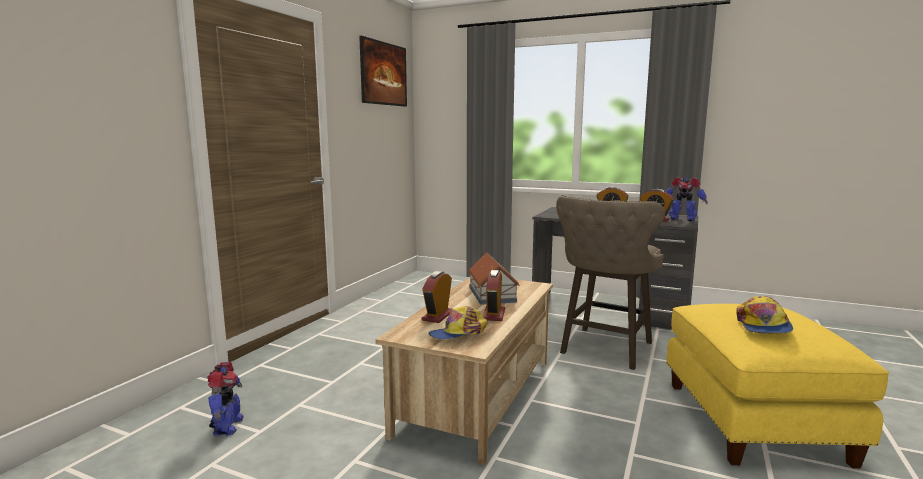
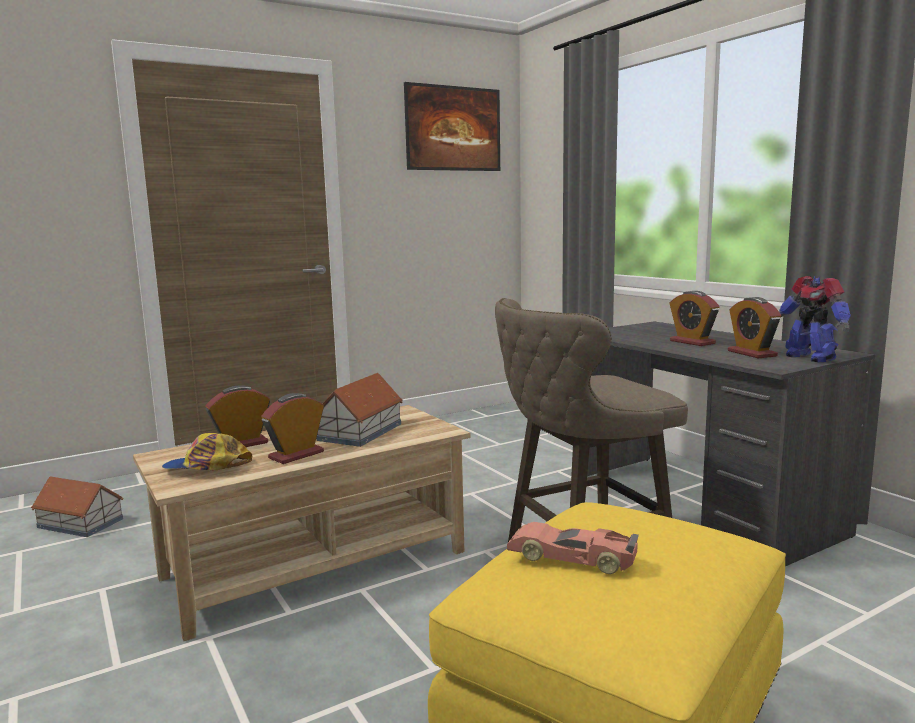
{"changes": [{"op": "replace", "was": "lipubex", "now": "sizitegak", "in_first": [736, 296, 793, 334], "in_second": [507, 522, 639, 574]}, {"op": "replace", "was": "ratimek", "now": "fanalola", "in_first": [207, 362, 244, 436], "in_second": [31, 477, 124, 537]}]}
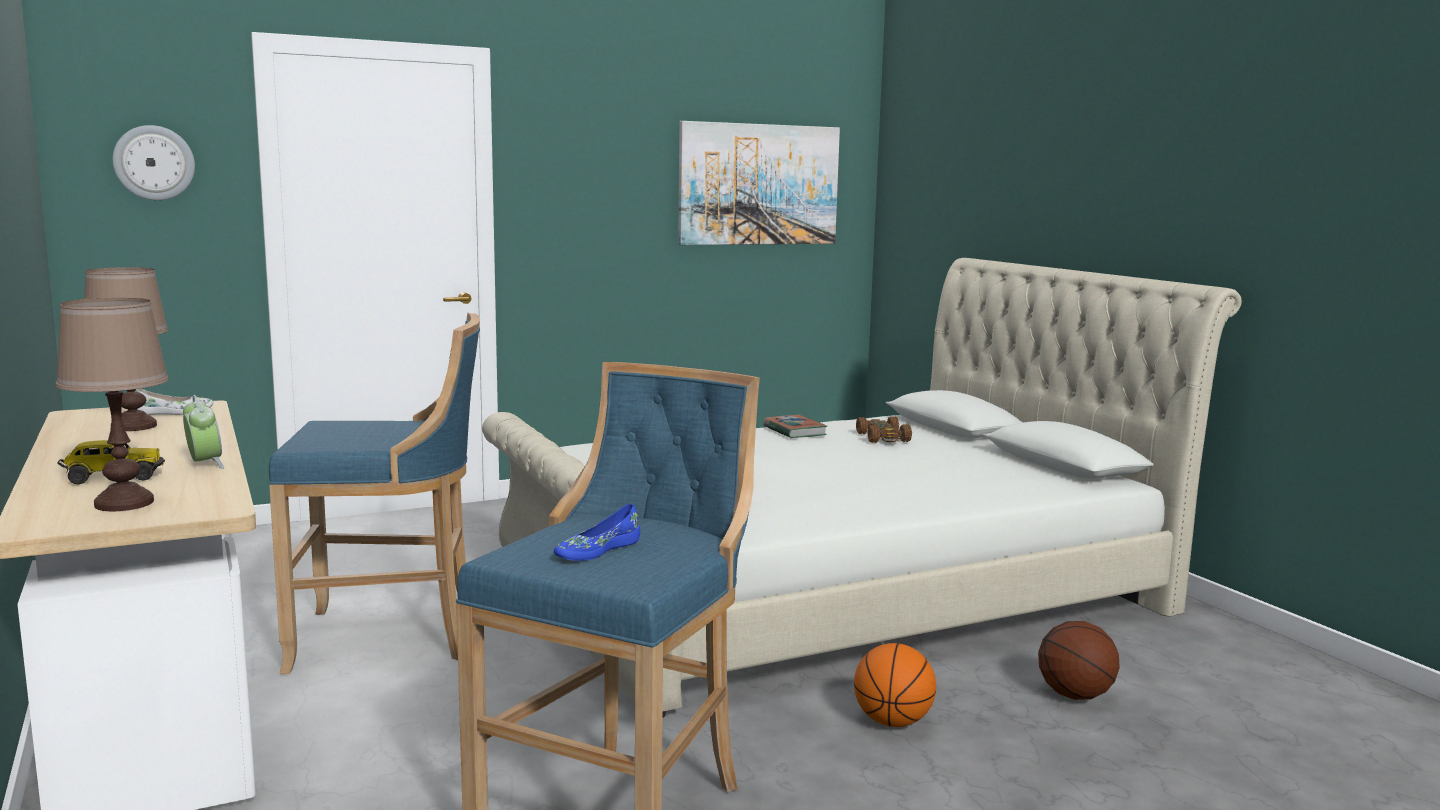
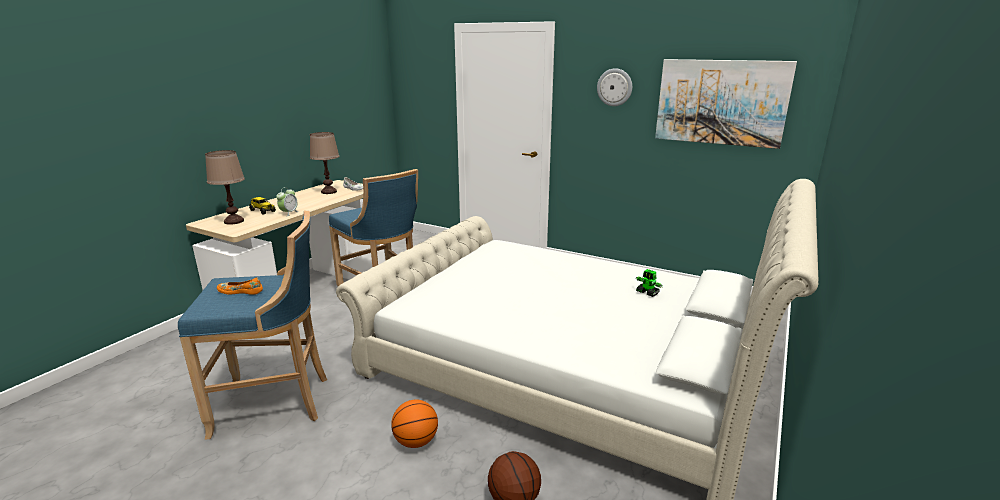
{"changes": [{"op": "move", "was": "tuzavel", "in_first": [113, 125, 195, 200], "in_second": [597, 68, 632, 106]}, {"op": "delete", "was": "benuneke", "in_first": [763, 415, 827, 438]}, {"op": "replace", "was": "sizitegak (brown)", "now": "ratimek", "in_first": [856, 416, 912, 443], "in_second": [636, 269, 662, 297]}, {"op": "recolor", "was": "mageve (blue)", "now": "mageve (orange)", "in_first": [554, 504, 640, 561], "in_second": [217, 277, 263, 295]}]}
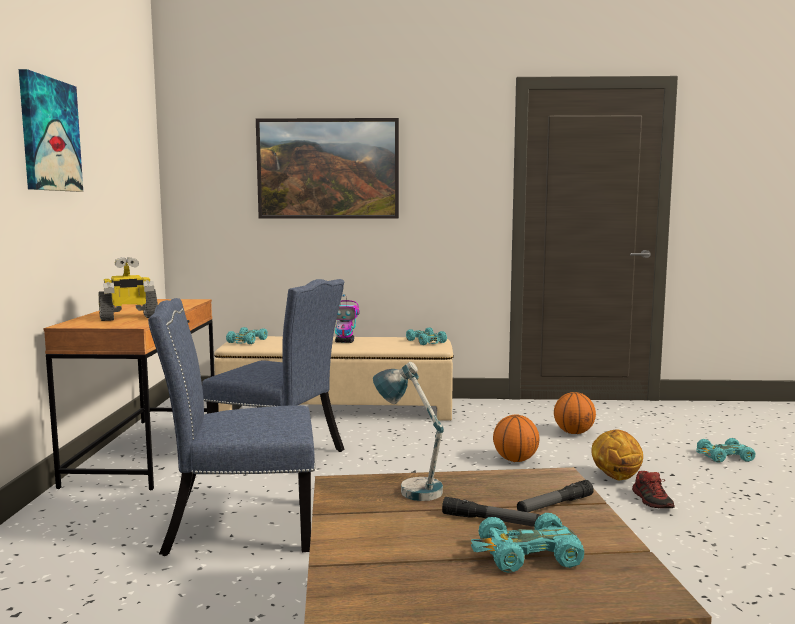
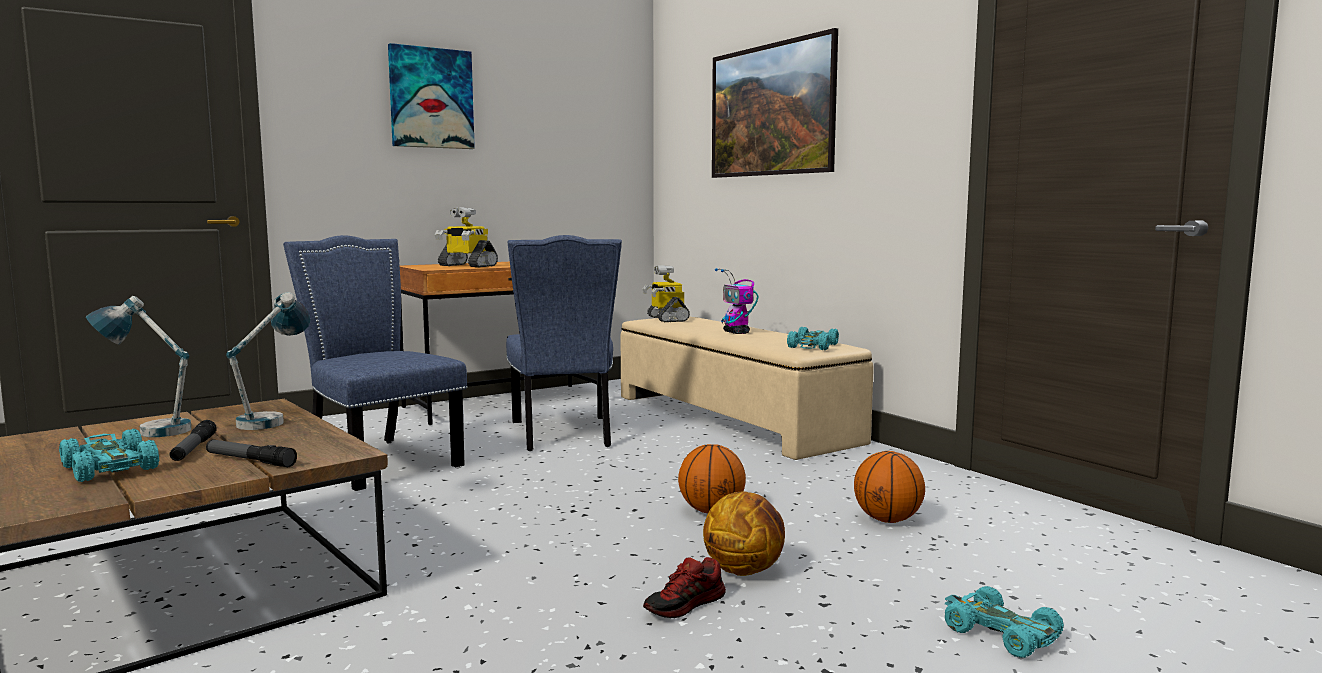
{"changes": [{"op": "replace", "was": "sizitegak (turquoise)", "now": "ratimek", "in_first": [226, 327, 268, 344], "in_second": [643, 265, 690, 322]}, {"op": "insert", "now": "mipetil", "in_second": [86, 296, 191, 437]}]}
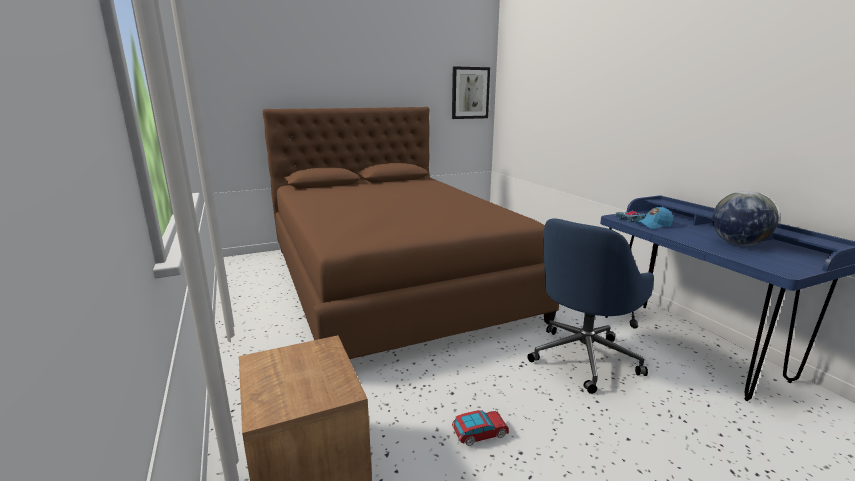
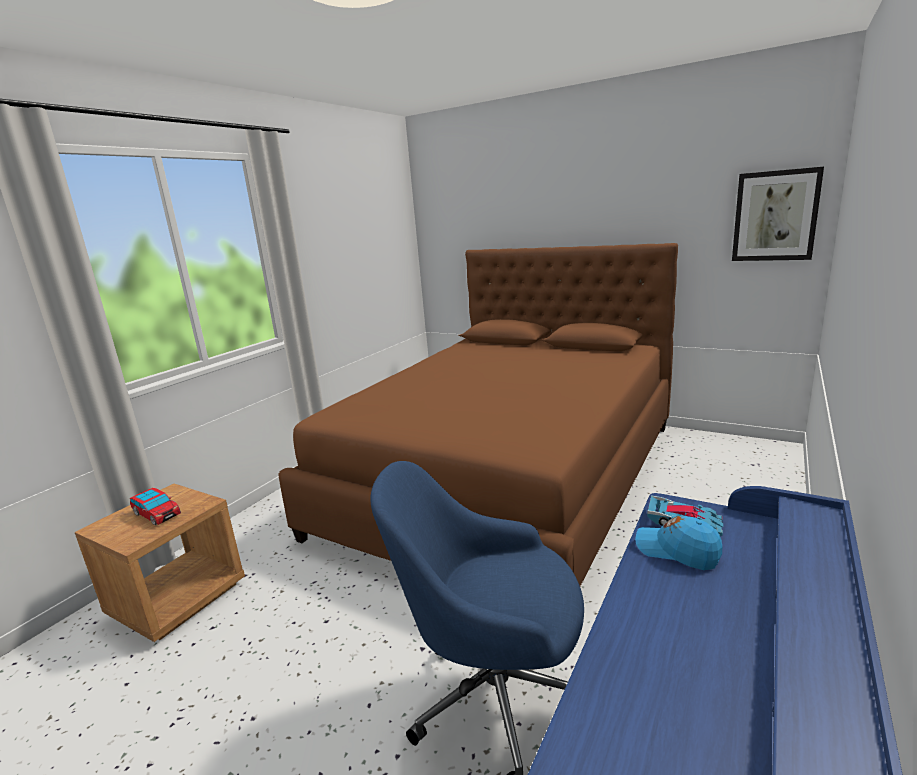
{"changes": [{"op": "delete", "was": "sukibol", "in_first": [712, 191, 779, 246]}, {"op": "move", "was": "sizitegak", "in_first": [452, 410, 509, 446], "in_second": [130, 488, 181, 525]}]}
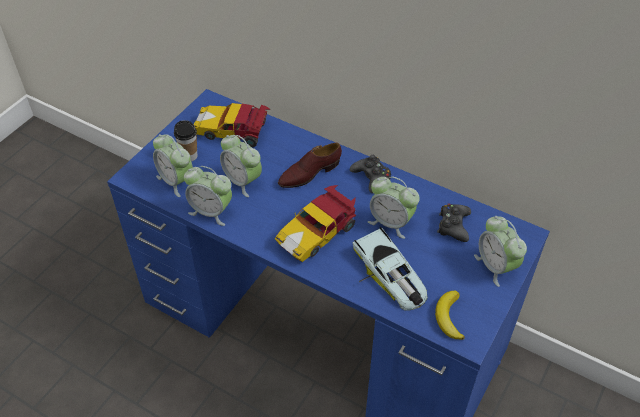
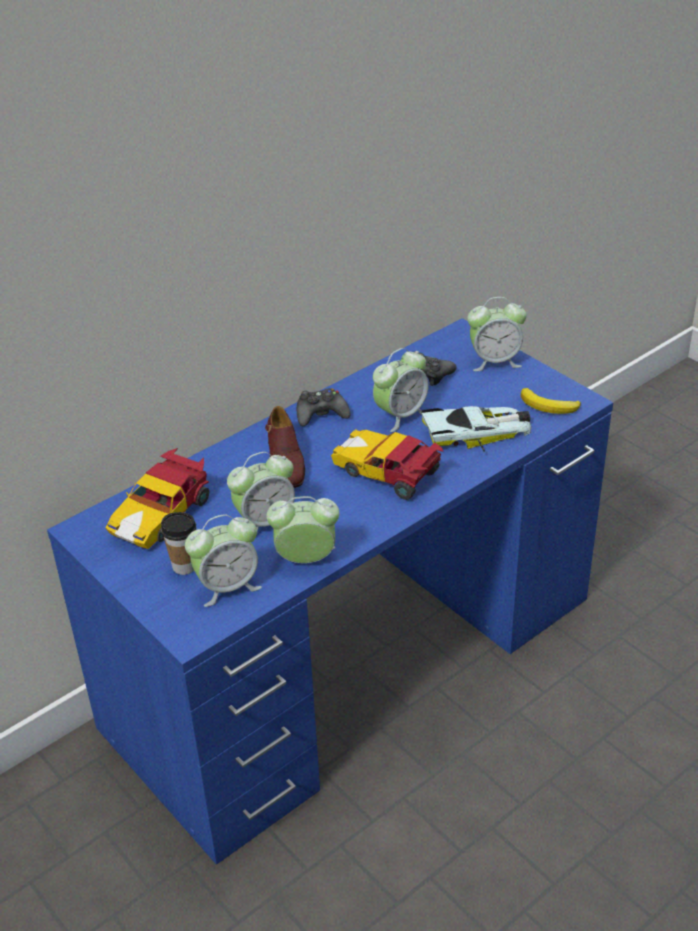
{"changes": [{"op": "rotate", "was": "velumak", "in_first": [184, 166, 232, 226], "in_second": [266, 496, 339, 563], "clockwise": -135}, {"op": "rotate", "was": "sizitegak", "in_first": [275, 185, 356, 262], "in_second": [331, 429, 444, 500], "clockwise": 150}]}
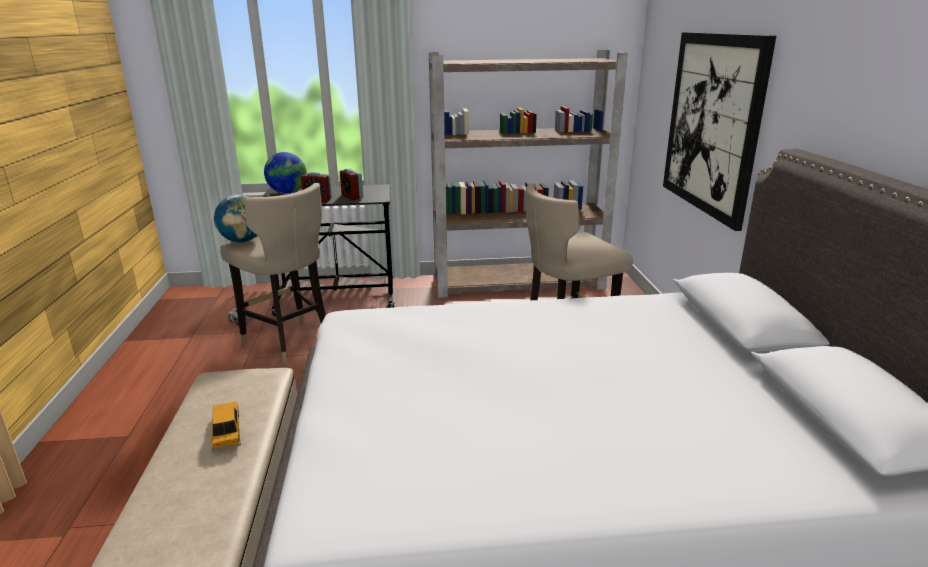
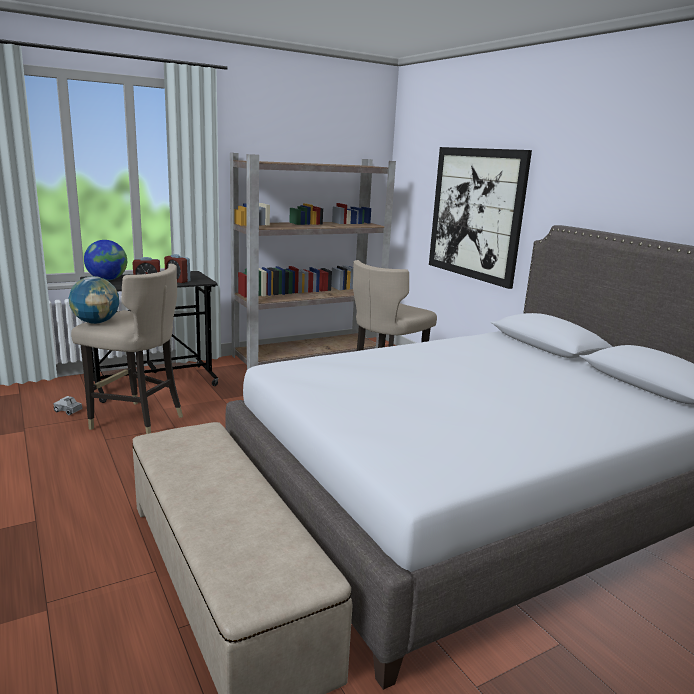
{"changes": [{"op": "delete", "was": "sizitegak", "in_first": [212, 402, 241, 451]}]}
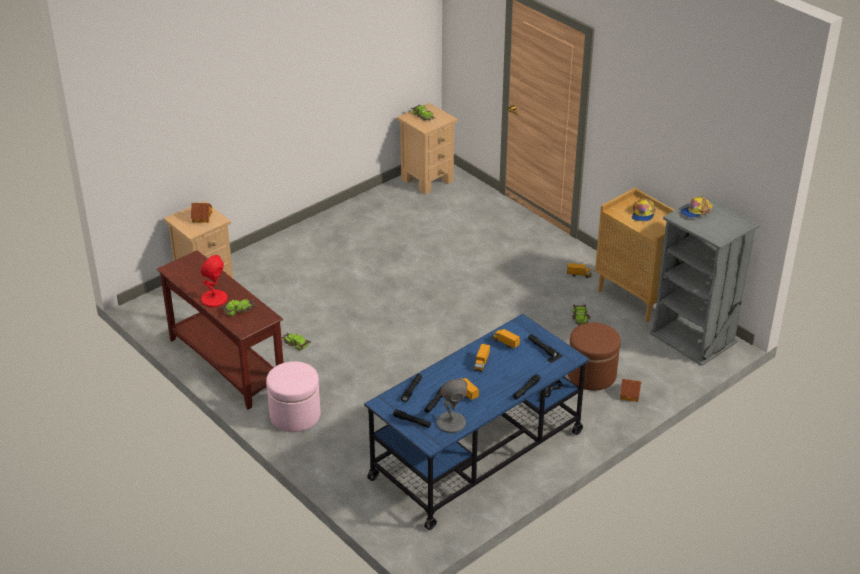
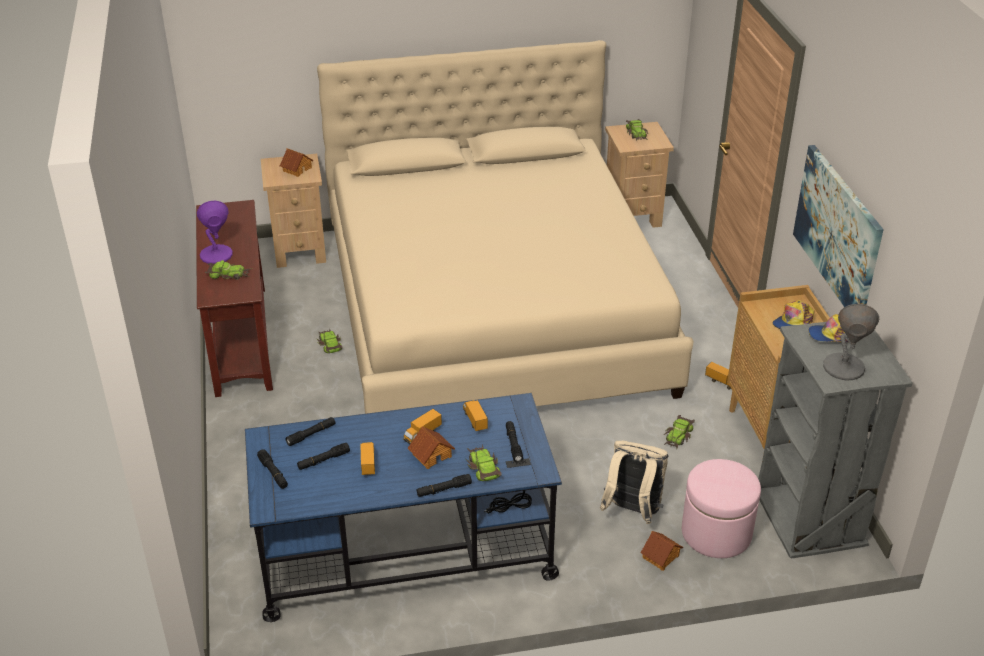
{"changes": [{"op": "recolor", "was": "mipetil (red)", "now": "mipetil (purple)", "in_first": [201, 255, 228, 307], "in_second": [197, 201, 233, 264]}, {"op": "replace", "was": "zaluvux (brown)", "now": "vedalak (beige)", "in_first": [568, 323, 621, 391], "in_second": [600, 441, 668, 524]}, {"op": "move", "was": "zaluvux (pink)", "in_first": [266, 361, 321, 432], "in_second": [682, 459, 761, 558]}, {"op": "move", "was": "mipetil (grey)", "in_first": [436, 379, 467, 433], "in_second": [823, 304, 879, 380]}, {"op": "insert", "now": "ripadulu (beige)", "in_second": [317, 40, 693, 414]}, {"op": "insert", "now": "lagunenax", "in_second": [793, 145, 884, 307]}, {"op": "insert", "now": "fanalola", "in_second": [408, 426, 455, 469]}, {"op": "insert", "now": "sizitegak", "in_second": [466, 444, 502, 481]}]}
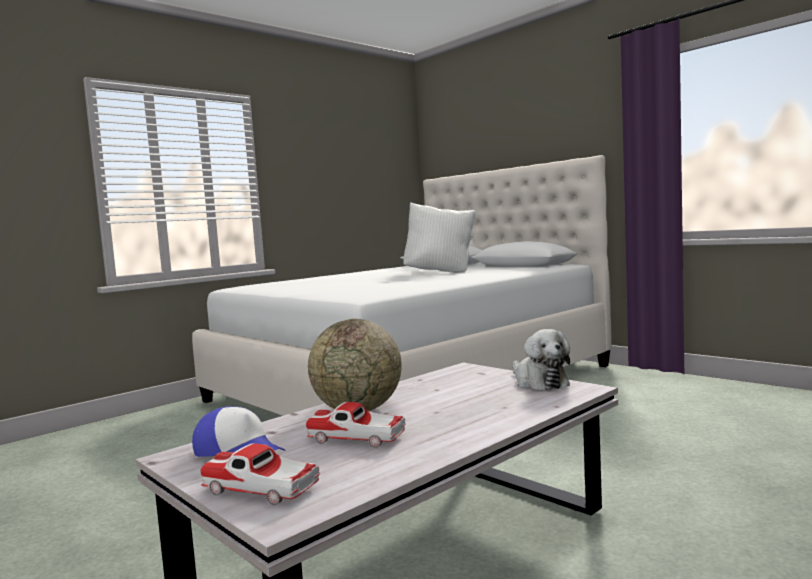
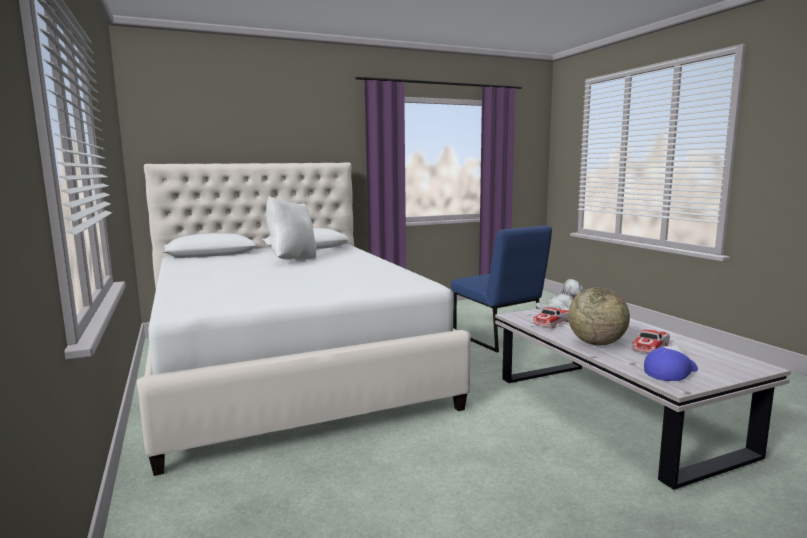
{"changes": [{"op": "move", "was": "sizitegak", "in_first": [200, 444, 320, 505], "in_second": [533, 307, 569, 328]}, {"op": "insert", "now": "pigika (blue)", "in_second": [451, 226, 552, 352]}]}
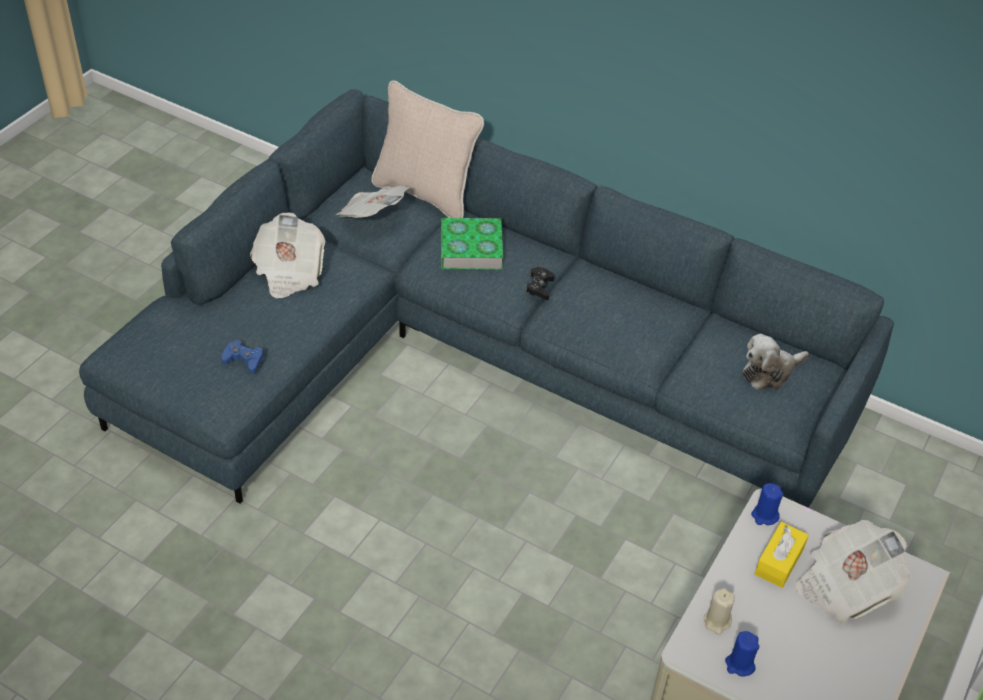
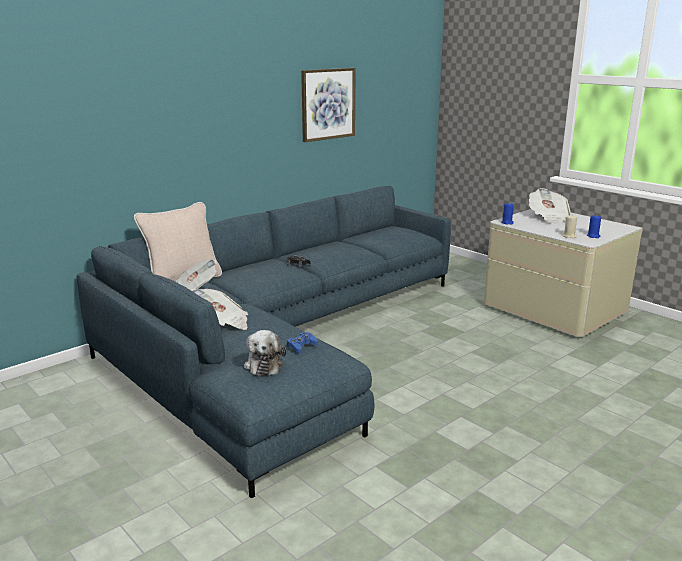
{"changes": [{"op": "delete", "was": "benuneke", "in_first": [441, 218, 503, 270]}, {"op": "move", "was": "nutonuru", "in_first": [742, 334, 809, 390], "in_second": [244, 330, 286, 376]}, {"op": "delete", "was": "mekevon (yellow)", "in_first": [755, 522, 809, 588]}, {"op": "insert", "now": "lagunenax", "in_second": [301, 68, 356, 142]}]}
